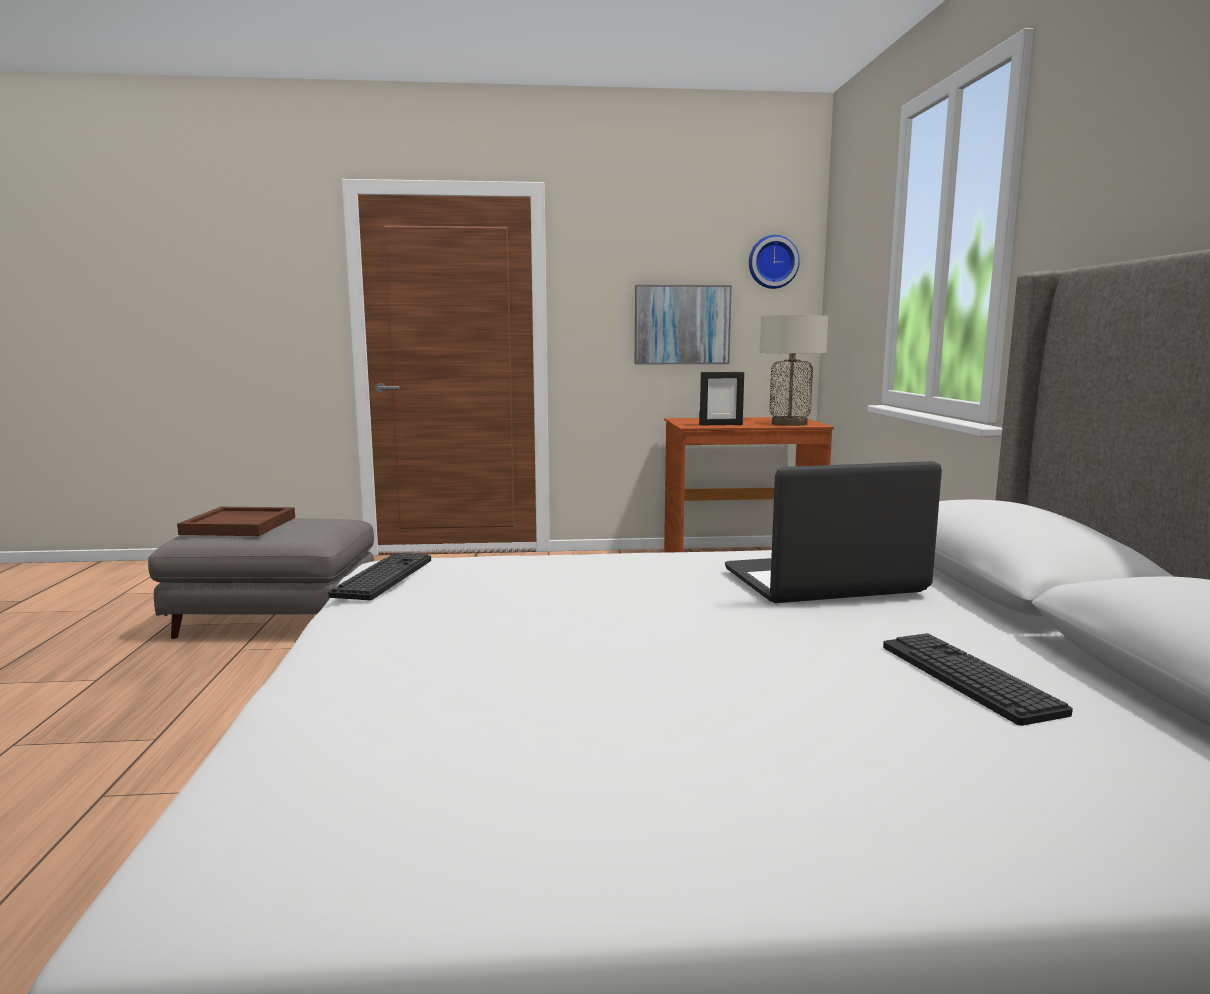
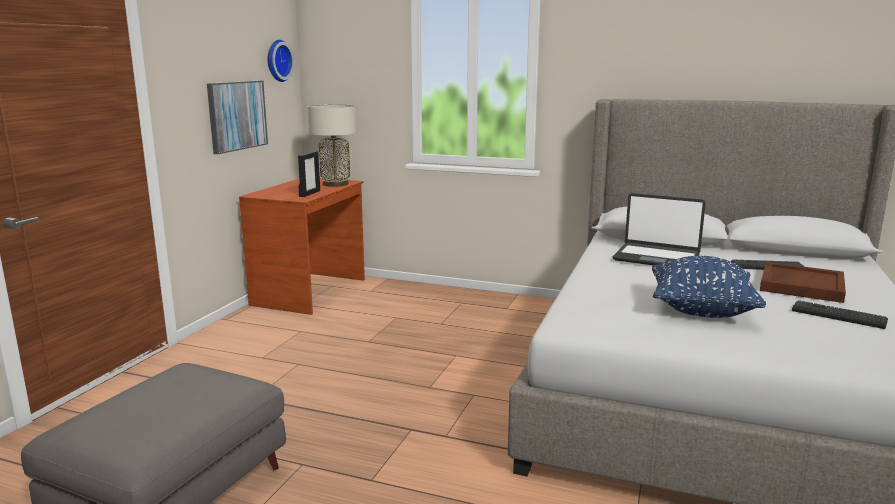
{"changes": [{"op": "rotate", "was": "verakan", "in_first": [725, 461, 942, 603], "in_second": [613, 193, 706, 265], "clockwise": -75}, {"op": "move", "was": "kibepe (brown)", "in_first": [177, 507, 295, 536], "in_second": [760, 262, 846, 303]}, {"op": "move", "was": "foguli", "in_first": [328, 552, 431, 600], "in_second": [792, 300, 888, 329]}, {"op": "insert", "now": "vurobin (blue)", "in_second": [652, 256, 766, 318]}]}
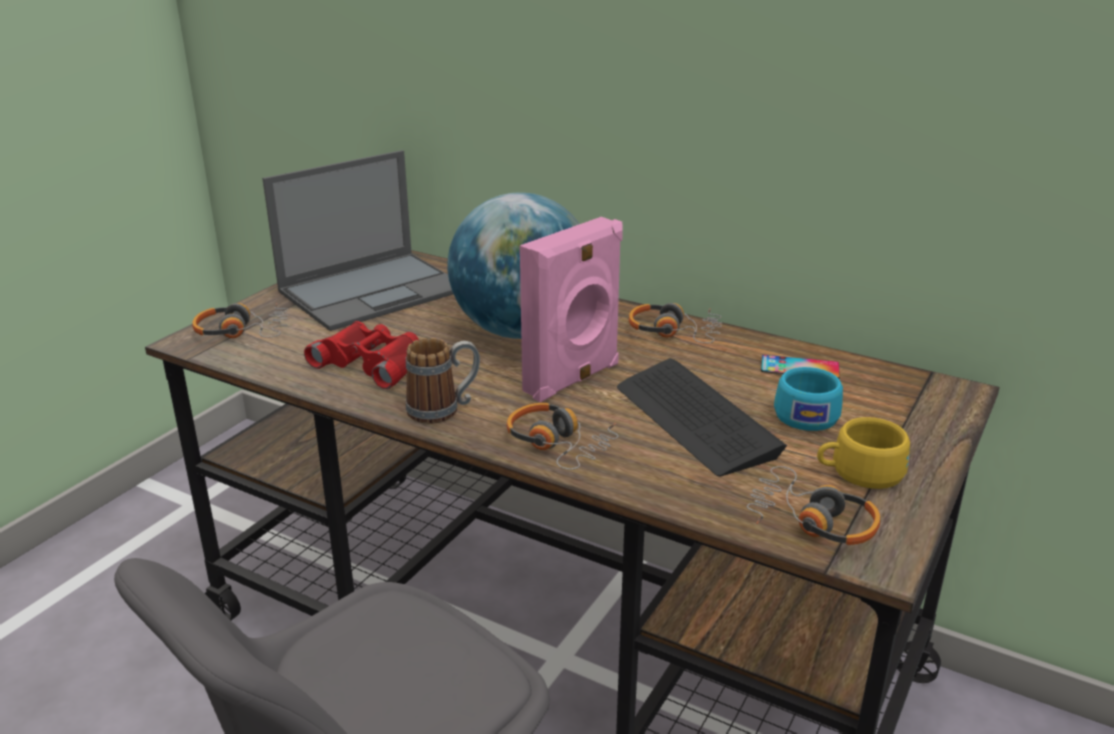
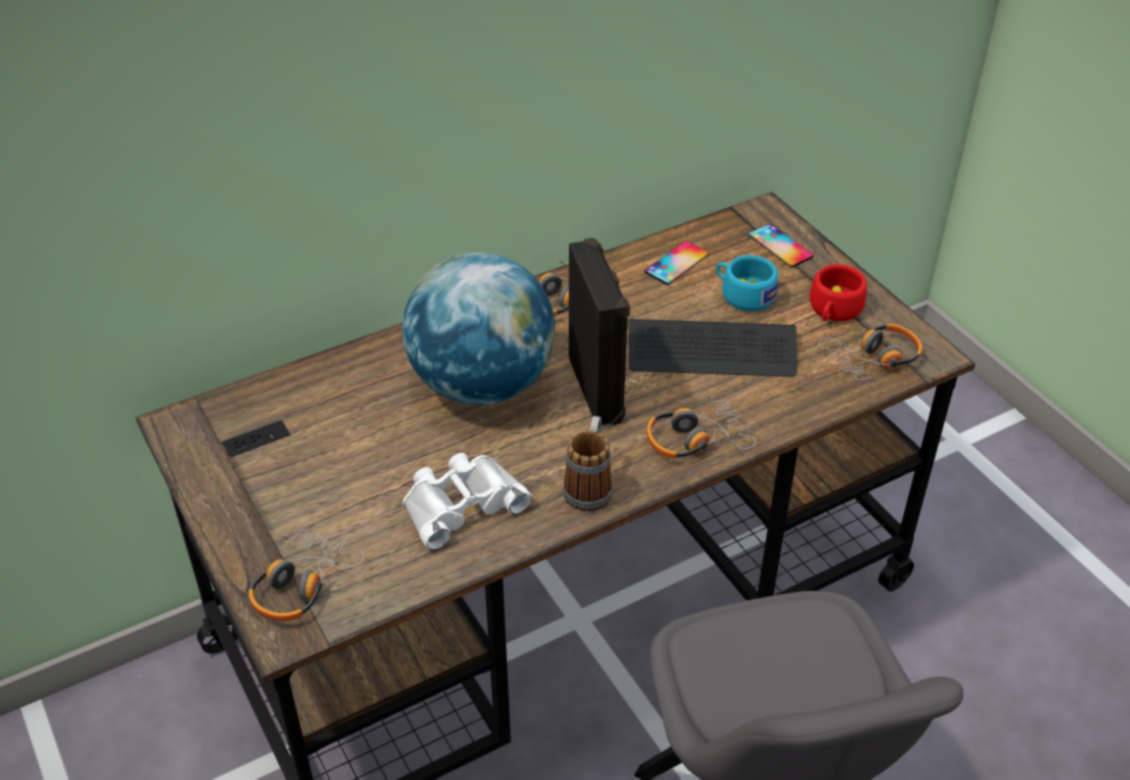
{"changes": [{"op": "delete", "was": "verakan", "in_first": [262, 150, 453, 331]}, {"op": "recolor", "was": "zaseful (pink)", "now": "zaseful (black)", "in_first": [520, 217, 623, 402], "in_second": [569, 238, 630, 425]}, {"op": "recolor", "was": "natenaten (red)", "now": "natenaten (white)", "in_first": [304, 321, 419, 389], "in_second": [403, 453, 532, 550]}, {"op": "recolor", "was": "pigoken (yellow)", "now": "pigoken (red)", "in_first": [817, 417, 910, 489], "in_second": [810, 264, 867, 321]}, {"op": "insert", "now": "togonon", "in_second": [749, 224, 814, 267]}]}
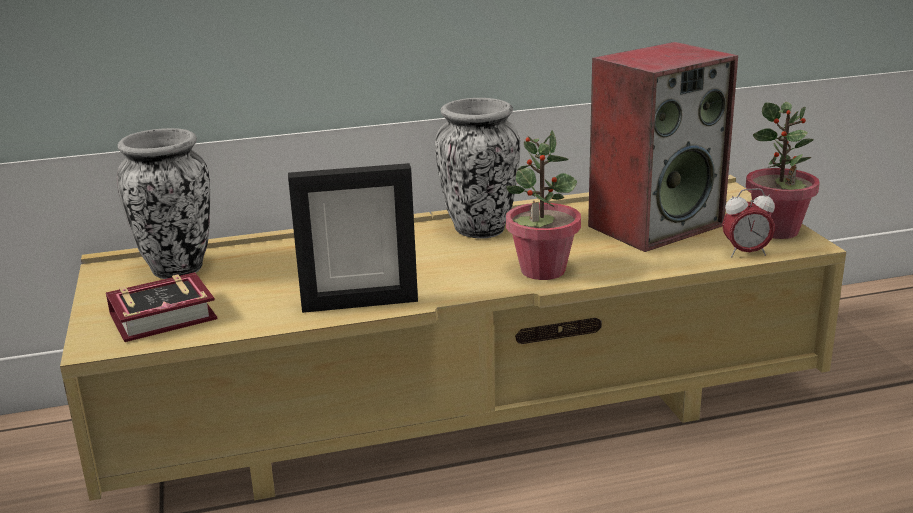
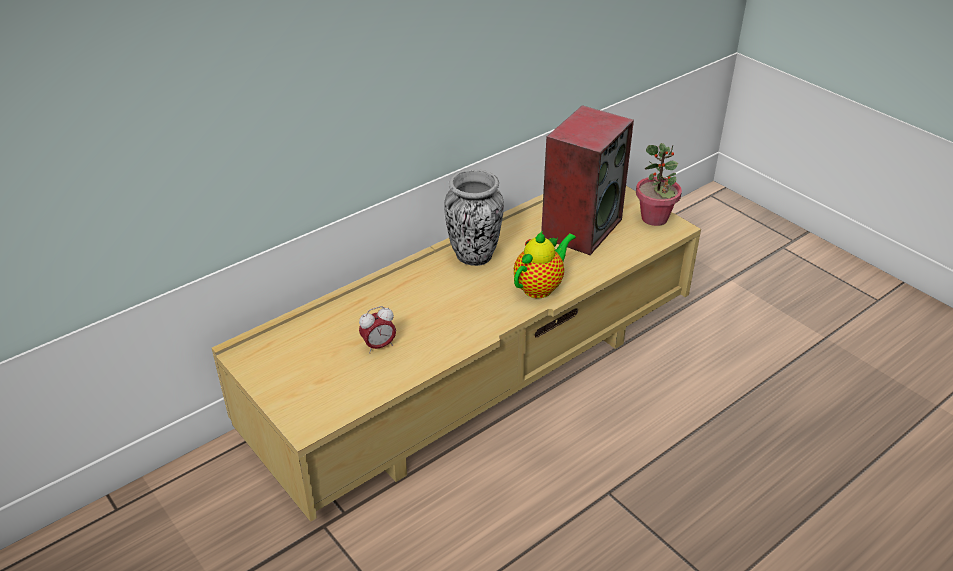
{"changes": [{"op": "delete", "was": "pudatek", "in_first": [116, 128, 210, 279]}, {"op": "replace", "was": "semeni", "now": "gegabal", "in_first": [506, 130, 581, 280], "in_second": [514, 231, 576, 298]}, {"op": "delete", "was": "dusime", "in_first": [288, 163, 418, 313]}, {"op": "move", "was": "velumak", "in_first": [722, 188, 775, 257], "in_second": [359, 306, 396, 353]}, {"op": "delete", "was": "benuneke", "in_first": [106, 272, 217, 342]}]}
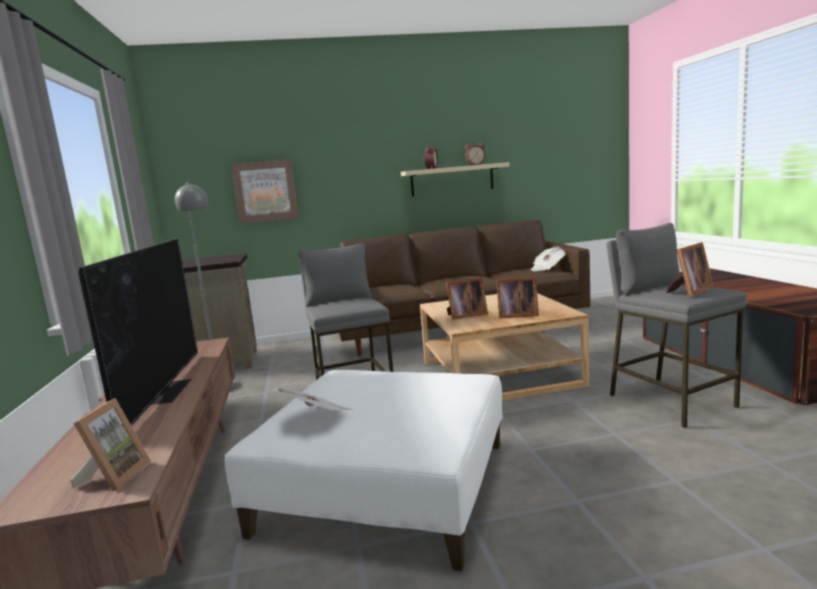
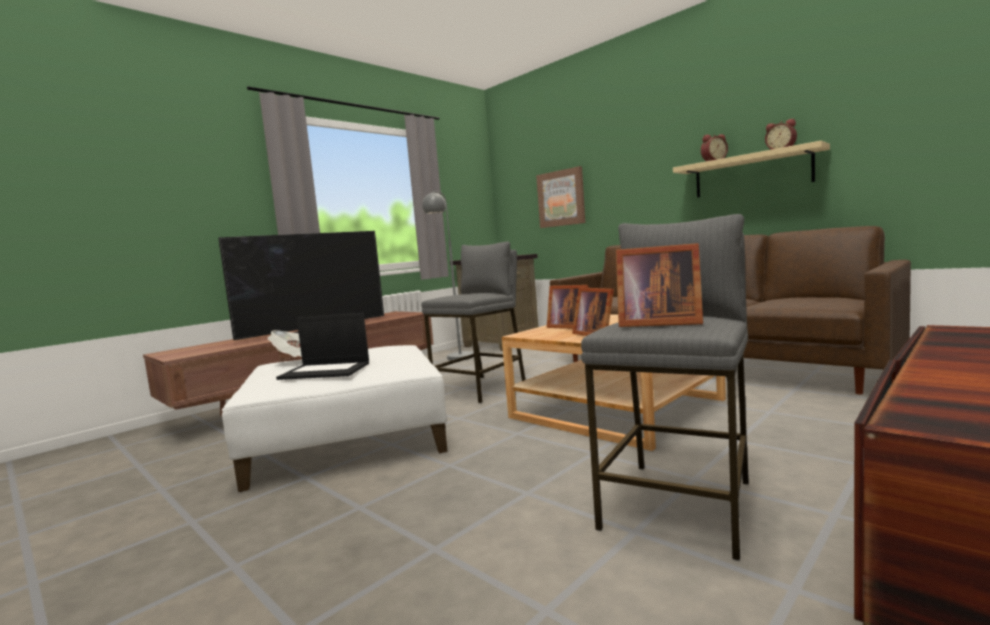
{"changes": [{"op": "delete", "was": "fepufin", "in_first": [531, 247, 566, 271]}, {"op": "delete", "was": "dusime", "in_first": [70, 398, 151, 491]}, {"op": "insert", "now": "verakan", "in_second": [276, 313, 369, 380]}]}
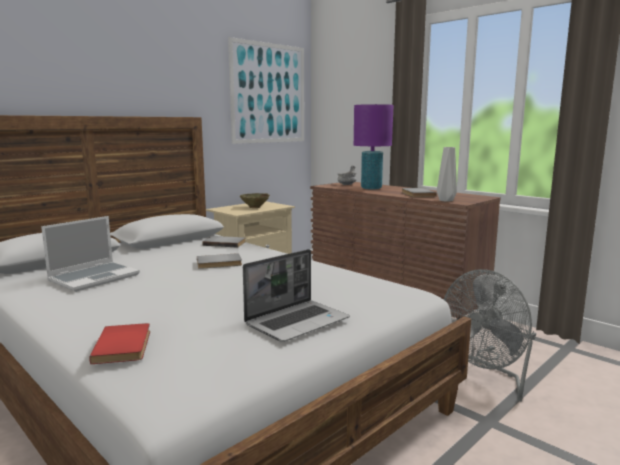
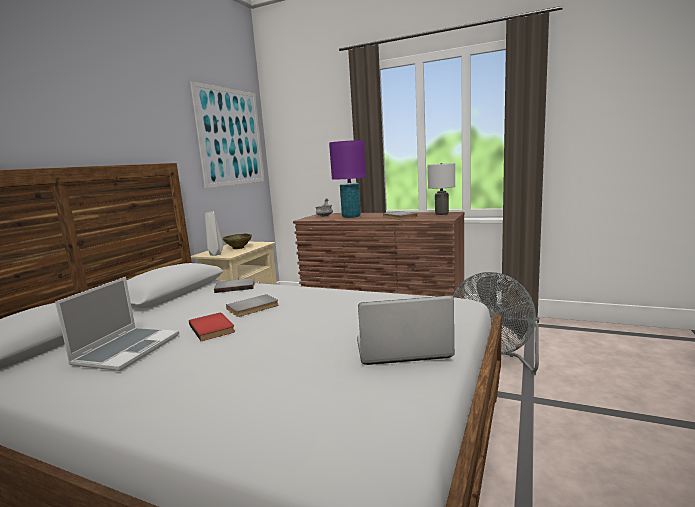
{"changes": [{"op": "move", "was": "pudatek (grey)", "in_first": [437, 147, 457, 202], "in_second": [205, 212, 223, 256]}, {"op": "rotate", "was": "verakan", "in_first": [243, 249, 350, 342], "in_second": [357, 296, 454, 365], "clockwise": -120}, {"op": "move", "was": "benuneke (red)", "in_first": [90, 323, 150, 364], "in_second": [189, 313, 235, 341]}, {"op": "insert", "now": "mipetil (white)", "in_second": [428, 163, 455, 215]}]}
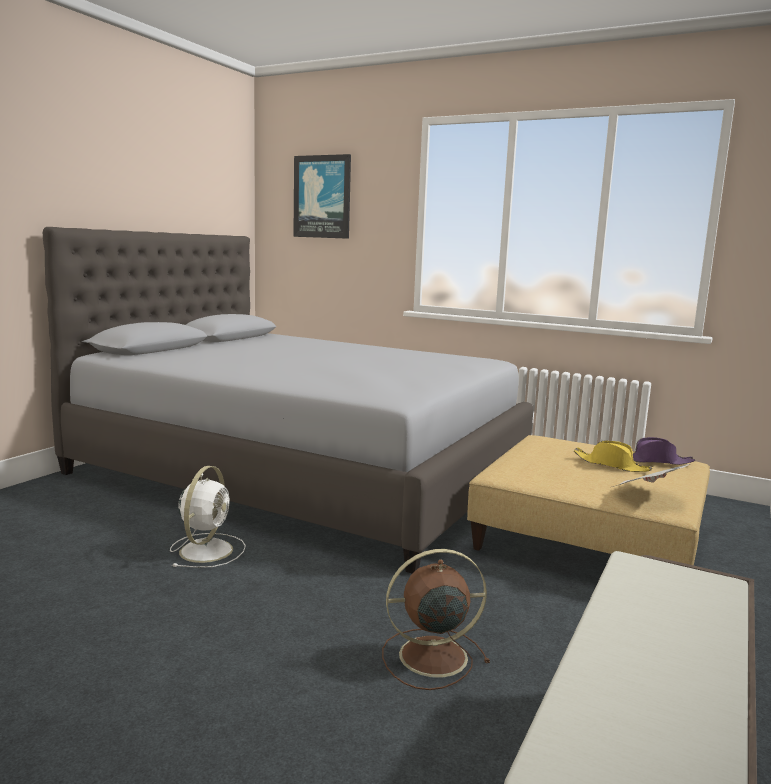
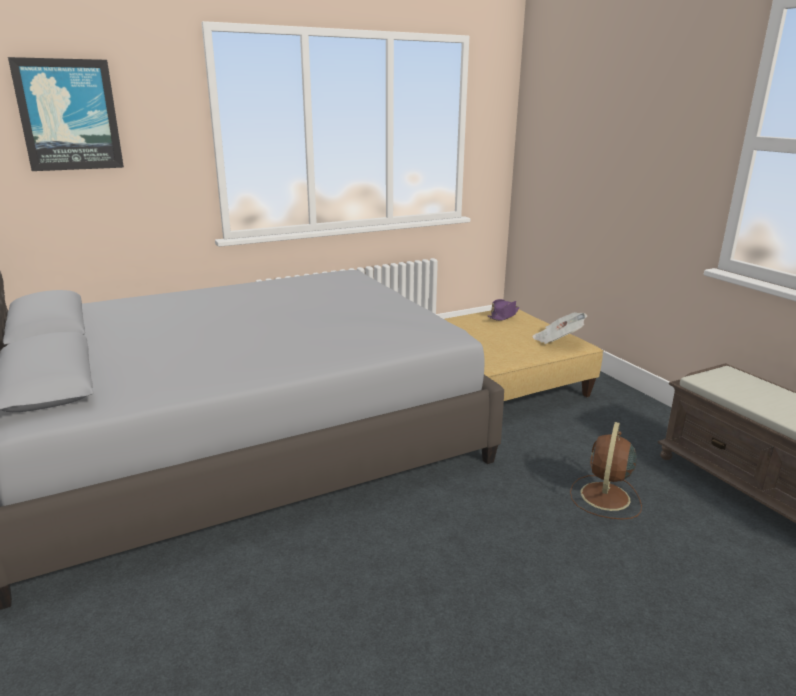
{"changes": [{"op": "delete", "was": "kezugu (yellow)", "in_first": [574, 441, 652, 472]}, {"op": "delete", "was": "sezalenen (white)", "in_first": [170, 466, 246, 568]}]}
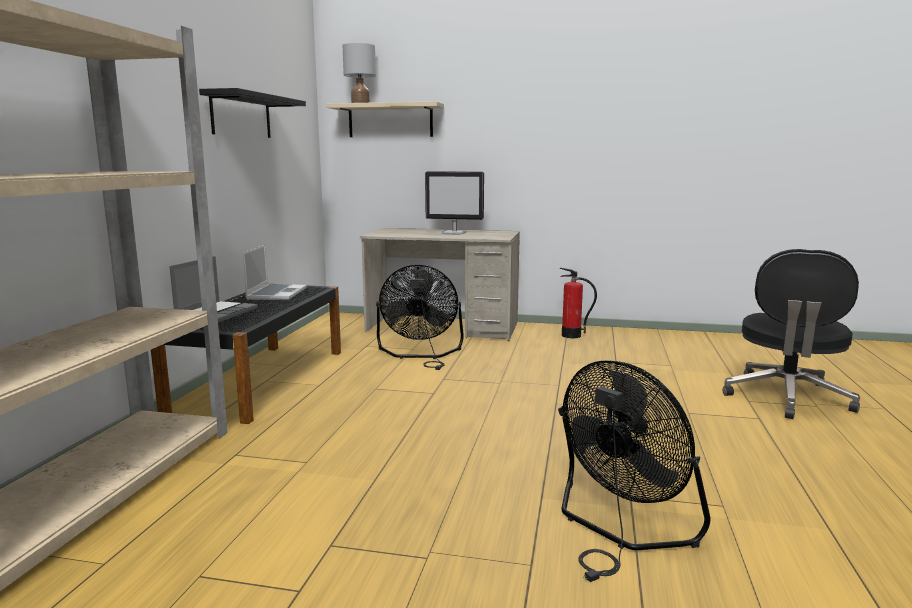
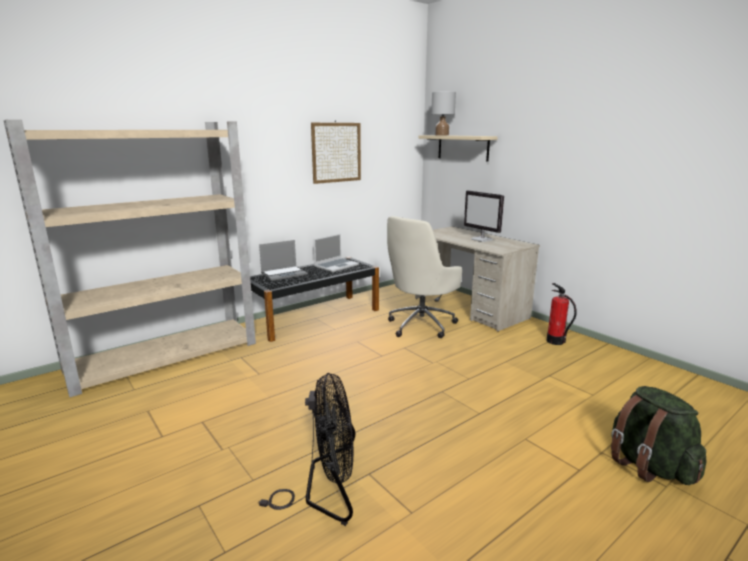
{"changes": [{"op": "replace", "was": "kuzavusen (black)", "now": "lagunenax", "in_first": [199, 88, 306, 138], "in_second": [311, 120, 361, 184]}, {"op": "replace", "was": "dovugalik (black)", "now": "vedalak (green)", "in_first": [723, 249, 860, 419], "in_second": [611, 386, 706, 485]}, {"op": "replace", "was": "sezalenen (black)", "now": "dovugalik (beige)", "in_first": [376, 265, 464, 370], "in_second": [387, 216, 462, 338]}]}
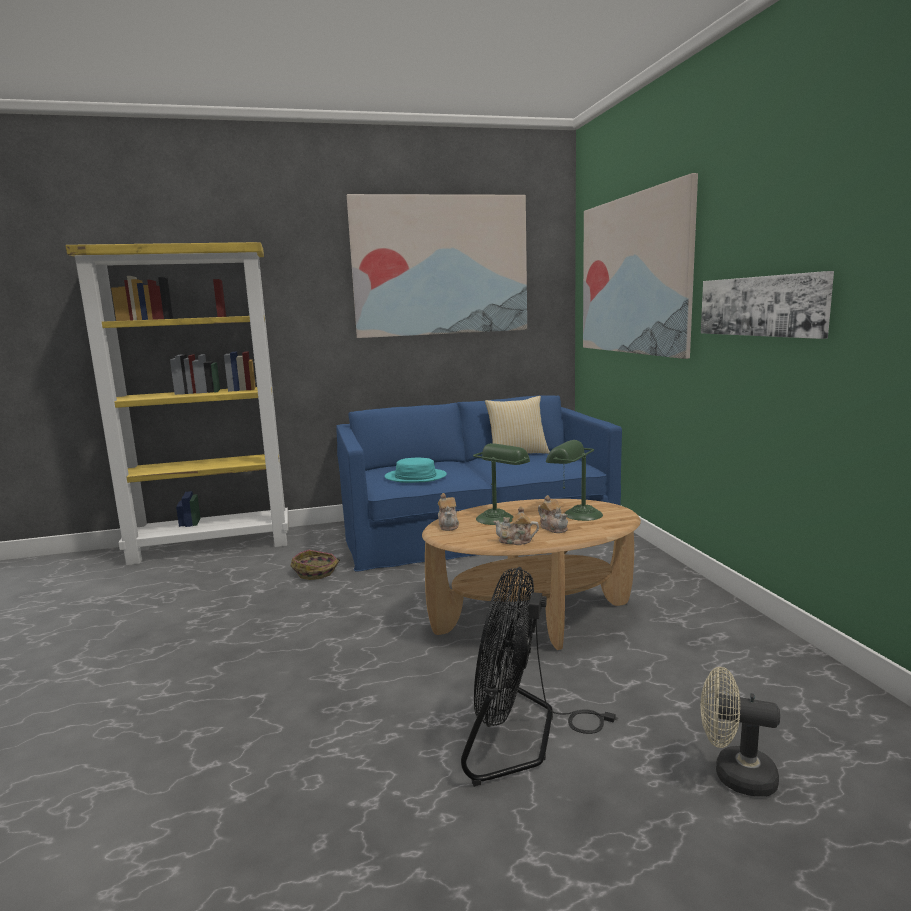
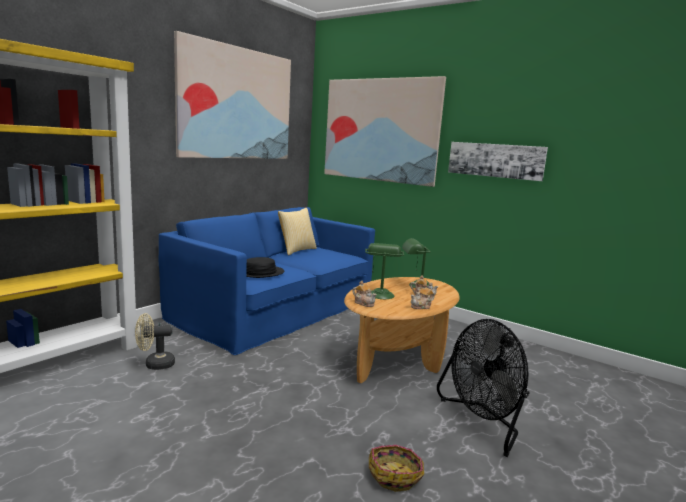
{"changes": [{"op": "recolor", "was": "kezugu (turquoise)", "now": "kezugu (black)", "in_first": [385, 458, 447, 483], "in_second": [246, 257, 284, 278]}, {"op": "move", "was": "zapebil", "in_first": [290, 550, 340, 580], "in_second": [369, 445, 424, 492]}, {"op": "move", "was": "sezalenen (beige)", "in_first": [701, 667, 780, 797], "in_second": [135, 313, 175, 370]}]}
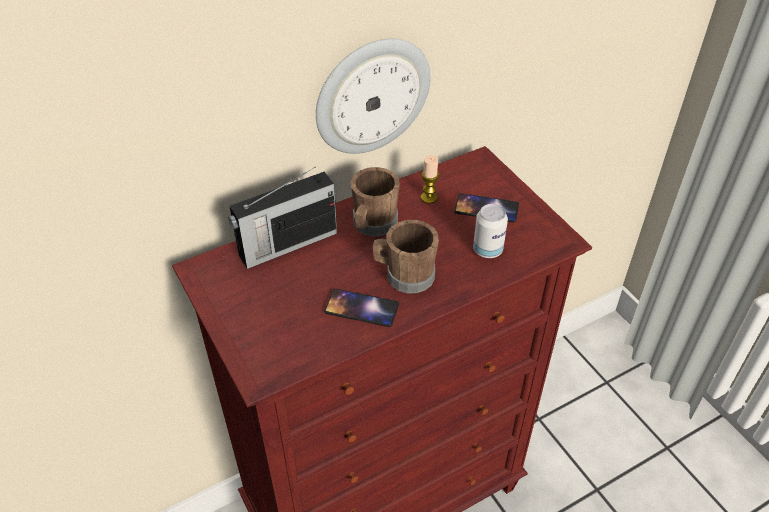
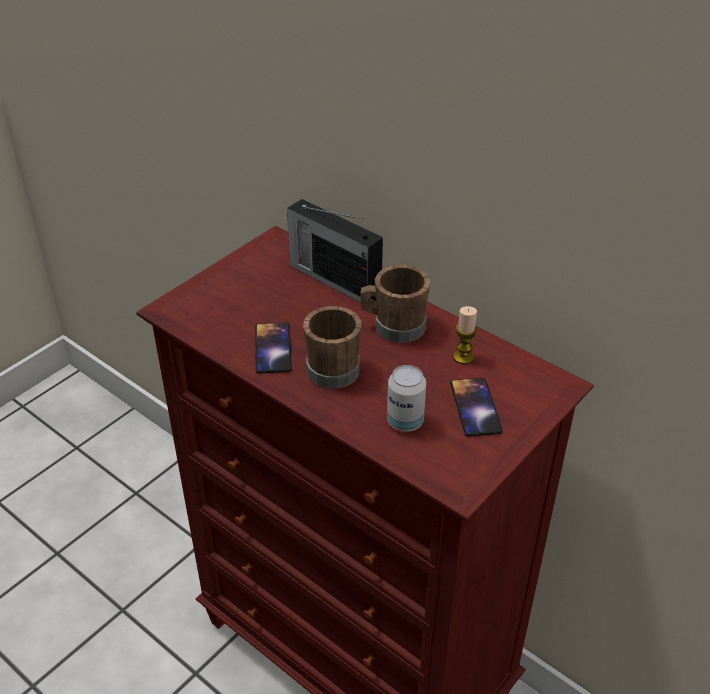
{"changes": [{"op": "delete", "was": "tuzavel", "in_first": [316, 39, 431, 154]}]}
